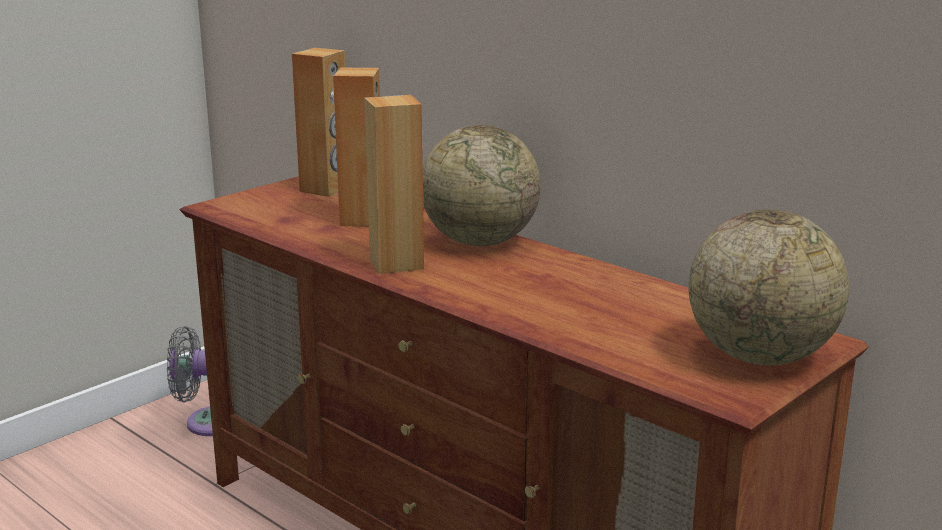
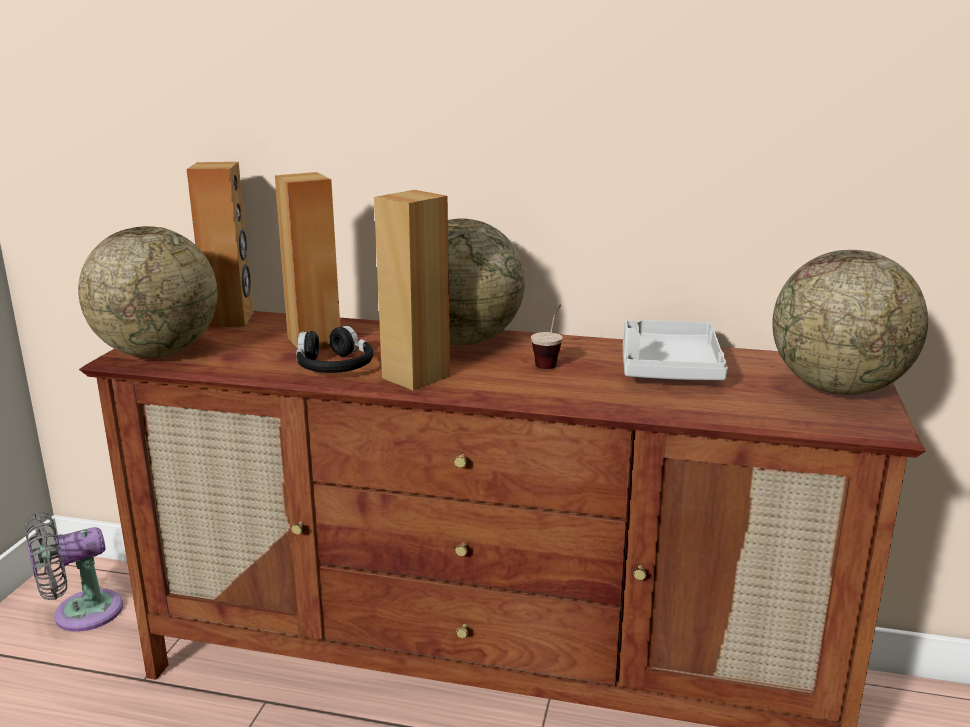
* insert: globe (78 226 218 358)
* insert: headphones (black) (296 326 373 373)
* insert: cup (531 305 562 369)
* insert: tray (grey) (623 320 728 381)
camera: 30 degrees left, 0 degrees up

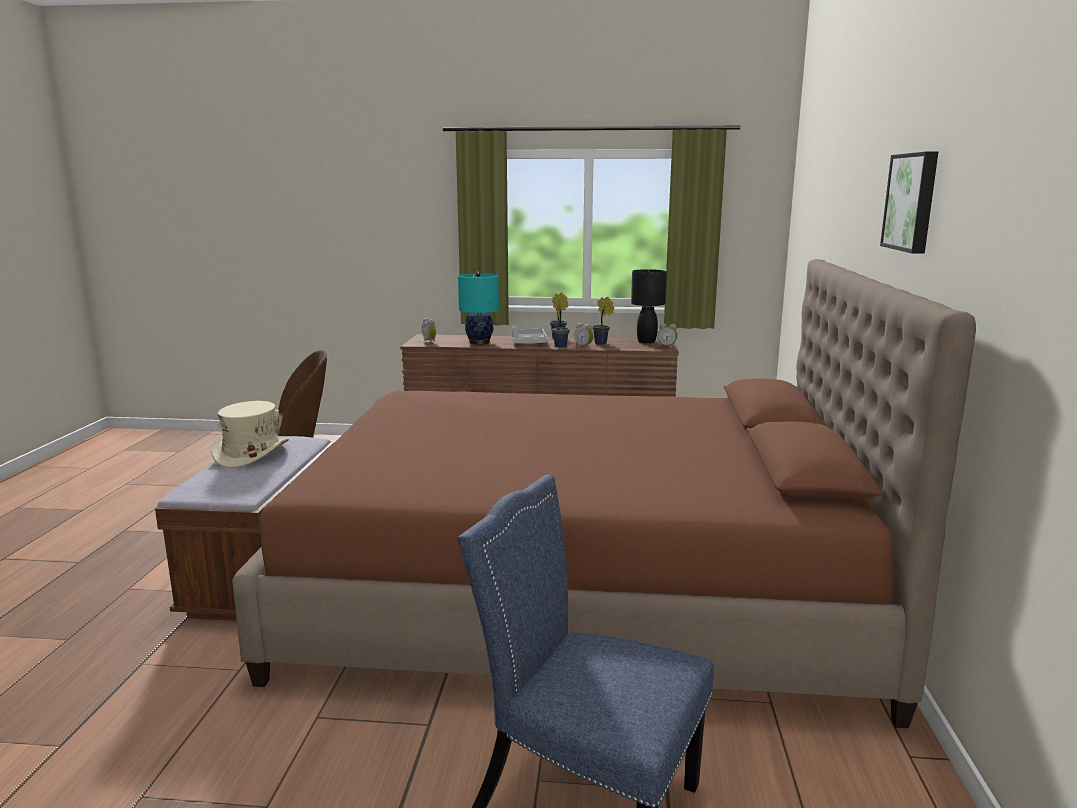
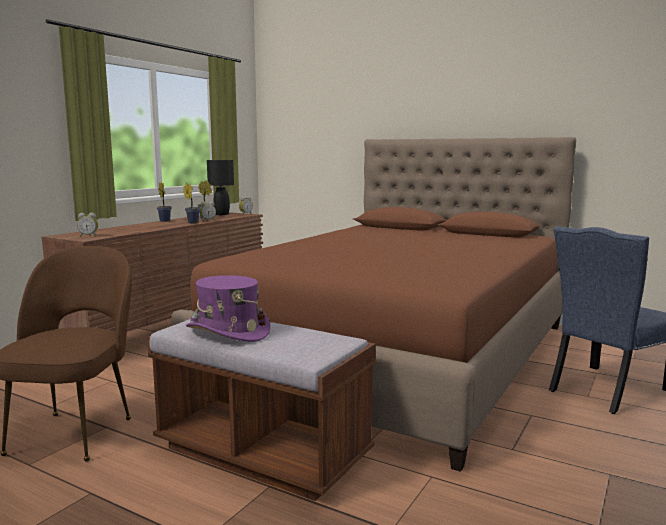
* recolor: hat (beige) (211 401 289 468) to hat (purple) (186 275 271 342)
* delete: table lamp (turquoise) (458 272 499 344)
* delete: tray (grey) (512 326 548 344)
* delete: picture (880 151 938 254)
camera: 65 degrees left, 5 degrees down

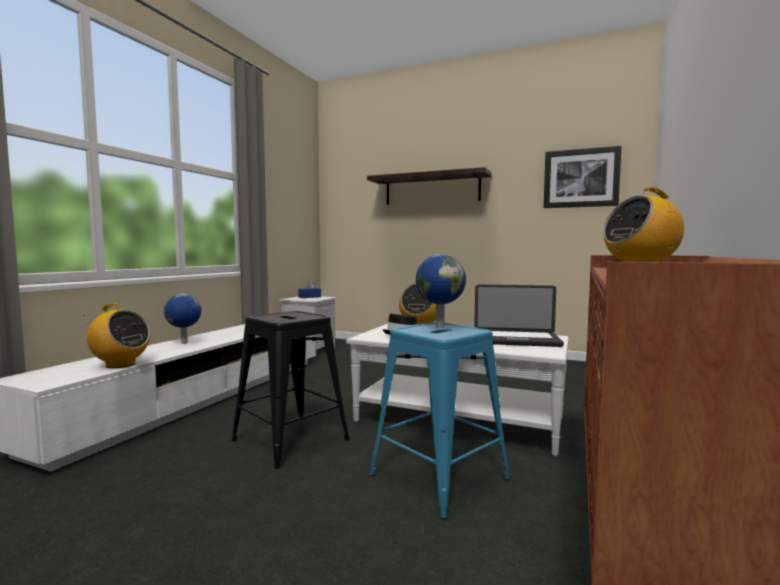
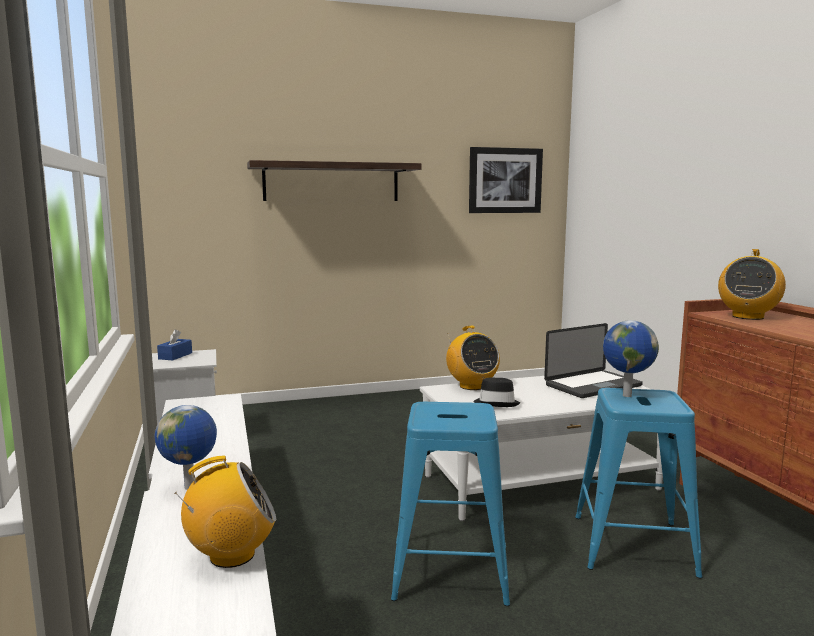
* recolor: stool (black) (232 311 349 469) to stool (blue) (391 402 510 606)
camera: 40 degrees left, 5 degrees up

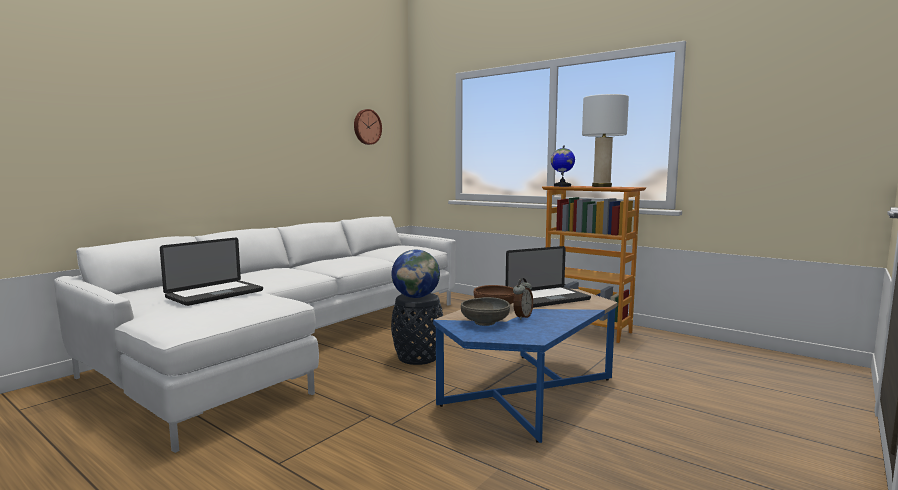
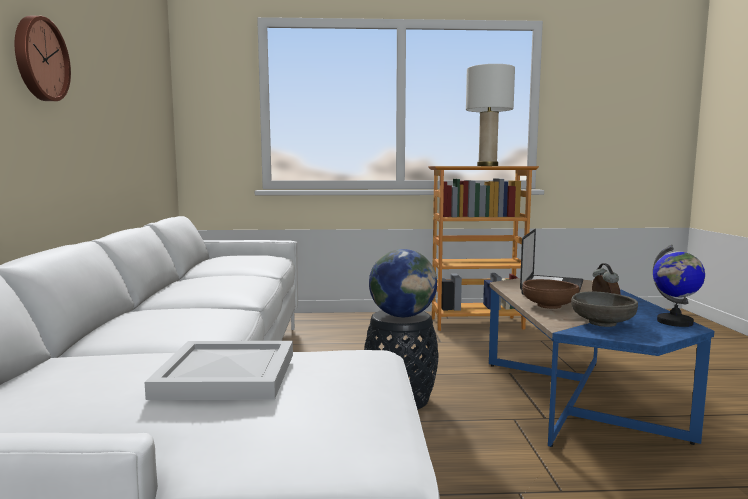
* move: wall clock (354 109 382 145) to (15 16 71 101)
* replace: laptop (160 237 263 306) to tray (white) (145 341 293 400)
* move: globe (551 145 575 187) to (653 245 705 327)
camera: 40 degrees left, 0 degrees up

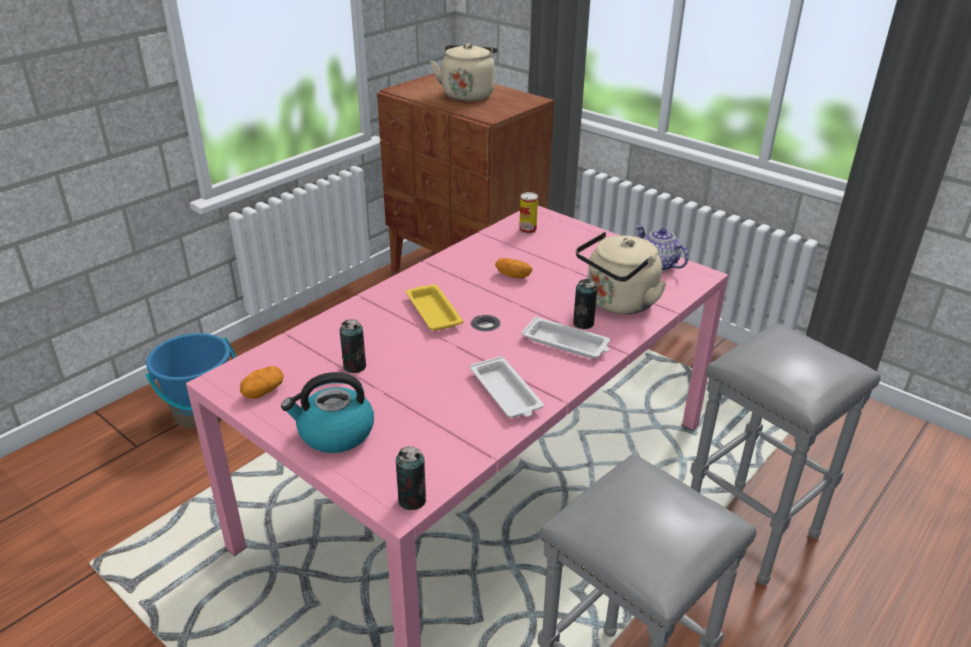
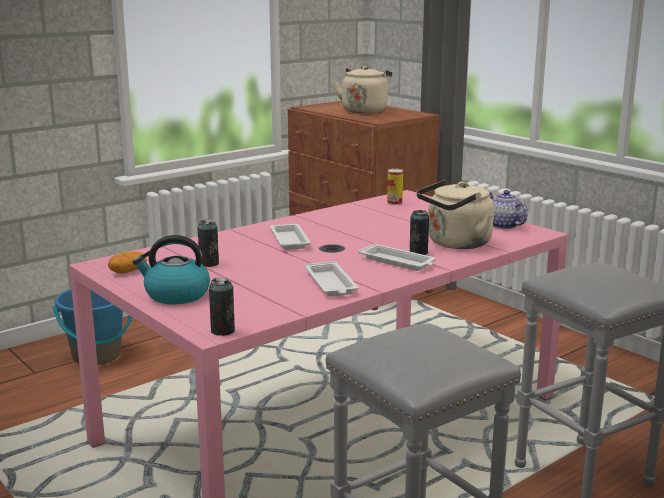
* recolor: tray (yellow) (406 284 463 331) to tray (white) (270 224 311 250)
* delete: potato (495 258 532 278)
camera: 10 degrees right, 15 degrees down

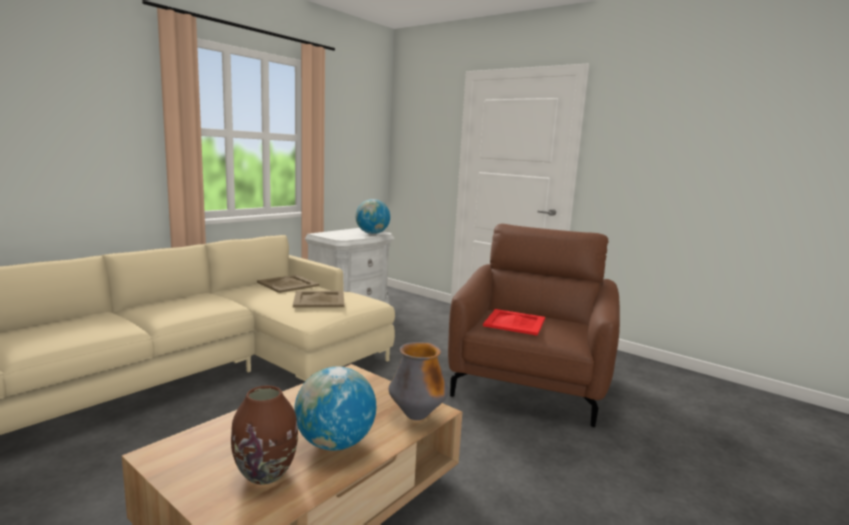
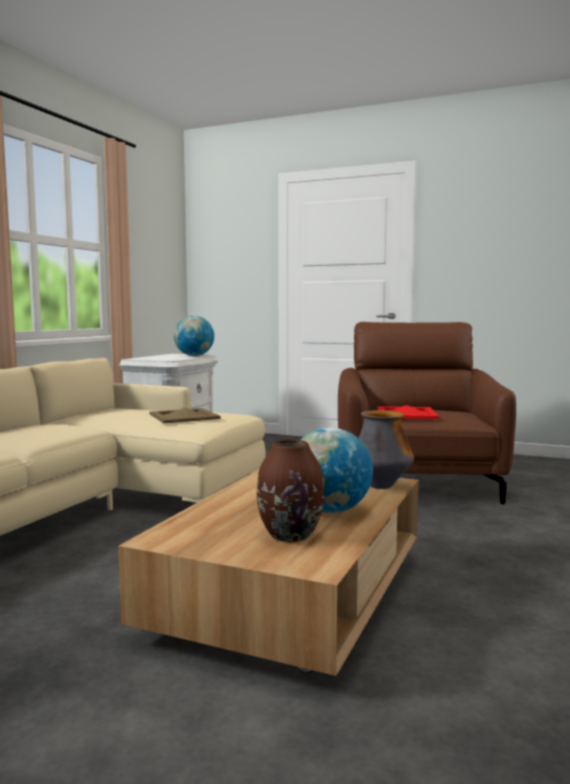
* delete: tray (beige) (257 275 319 293)
camera: 15 degrees left, 5 degrees down

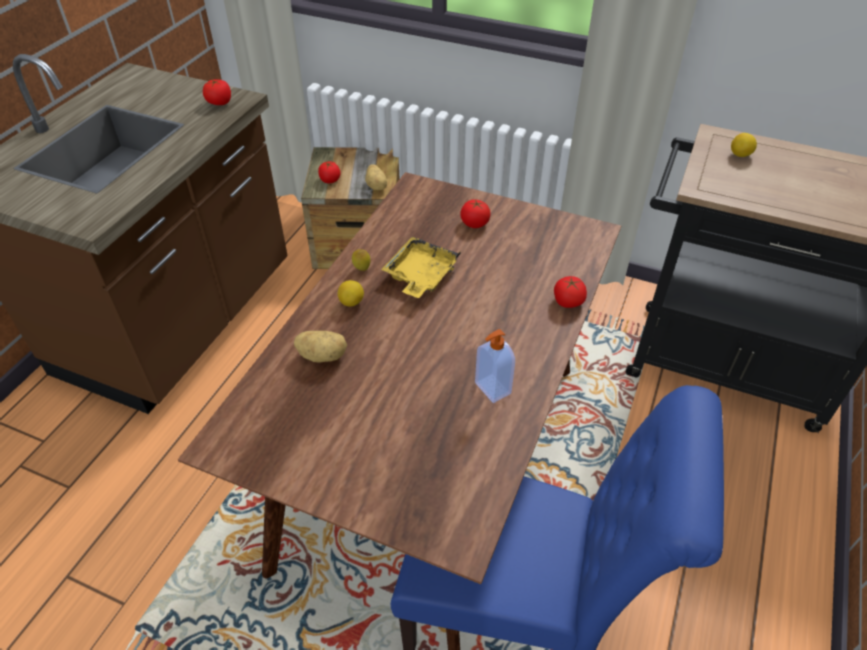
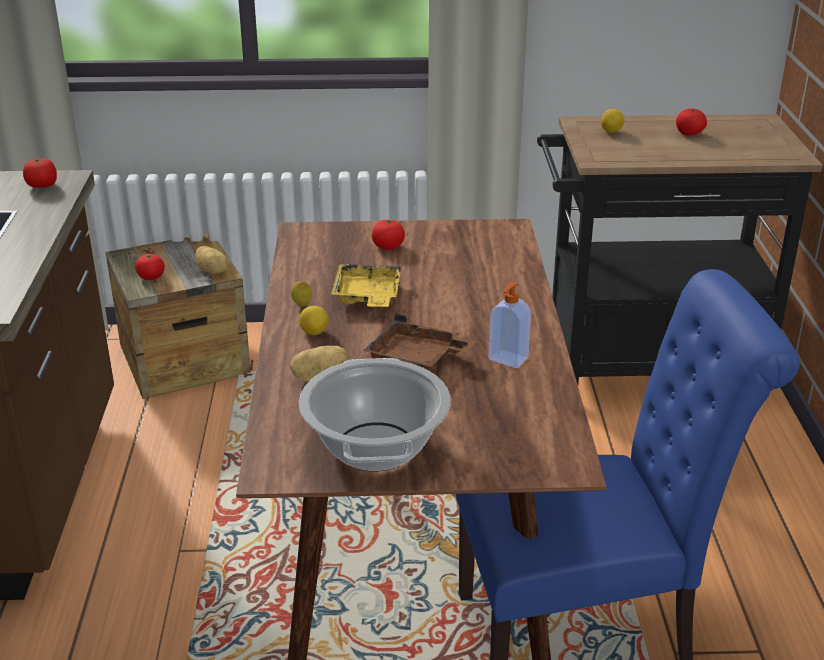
* insert: cooking pot (299 358 451 471)
* insert: tray (brown) (364 313 476 371)
* move: tomato (554 276 587 308) to (676 108 707 135)
camera: 25 degrees left, 15 degrees down

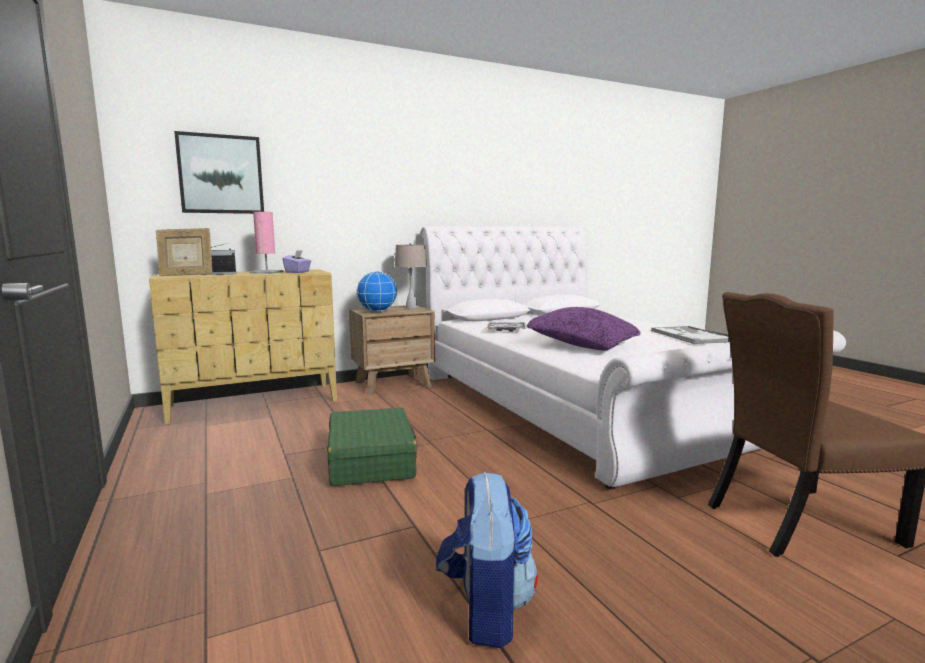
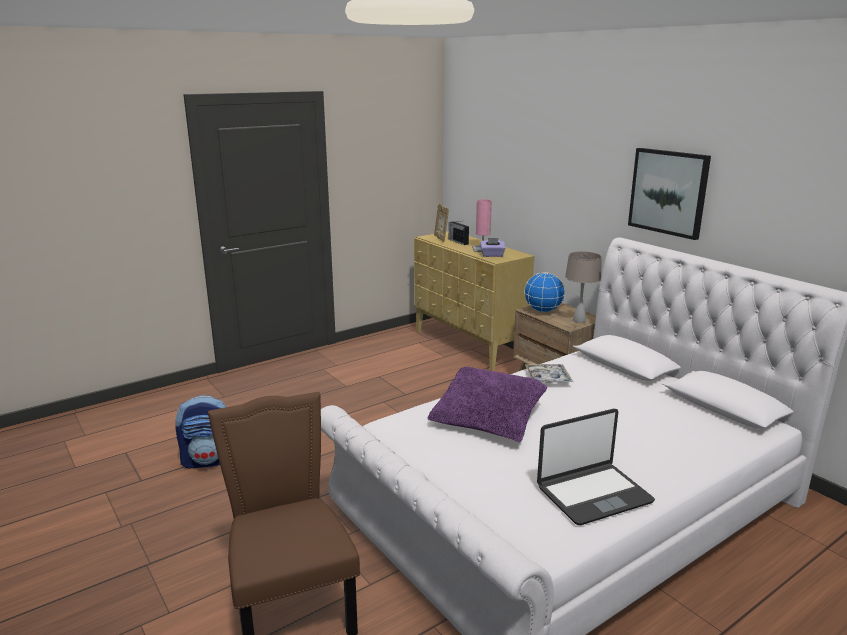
* replace: tray (651 326 729 344) to laptop (537 409 655 525)
* move: picture (174 131 264 214) to (628 148 711 240)
* delete: suitcase (green) (327 407 417 486)
camera: 80 degrees right, 10 degrees up

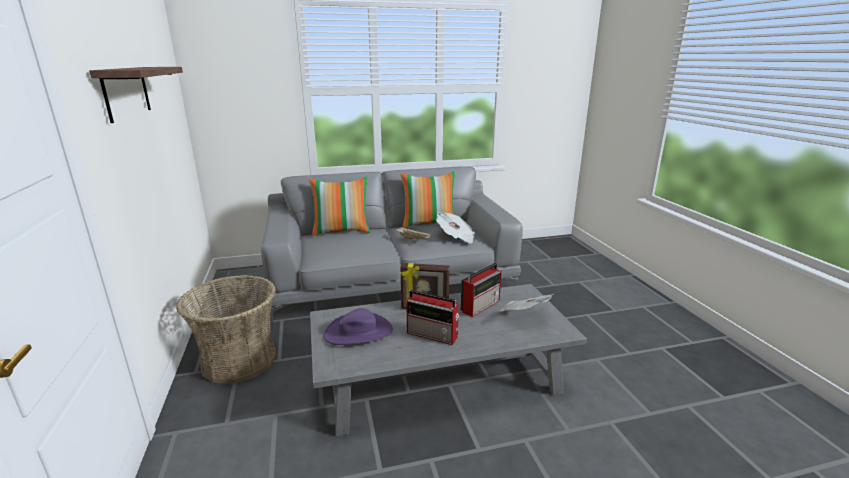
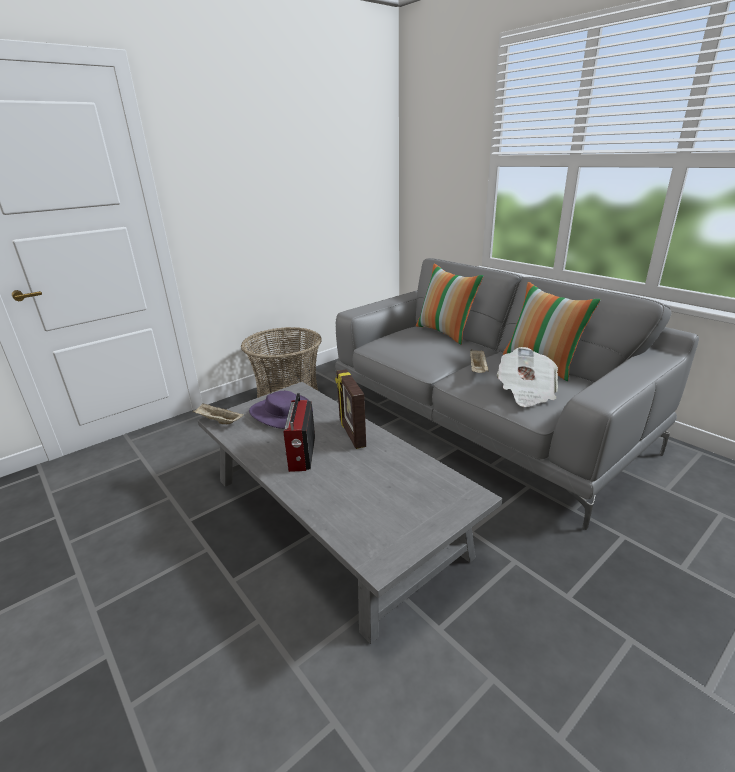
* insert: tray (beige) (193 403 244 424)
* delete: shelf (89 67 183 123)
* delete: radio (461 263 502 317)
* delete: newspaper (499 294 554 312)
camera: 65 degrees right, 5 degrees up

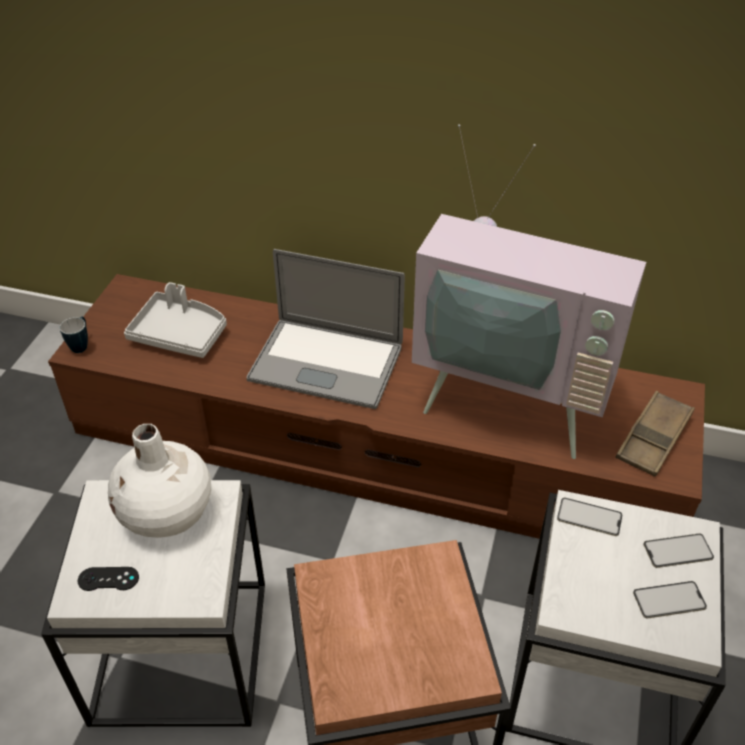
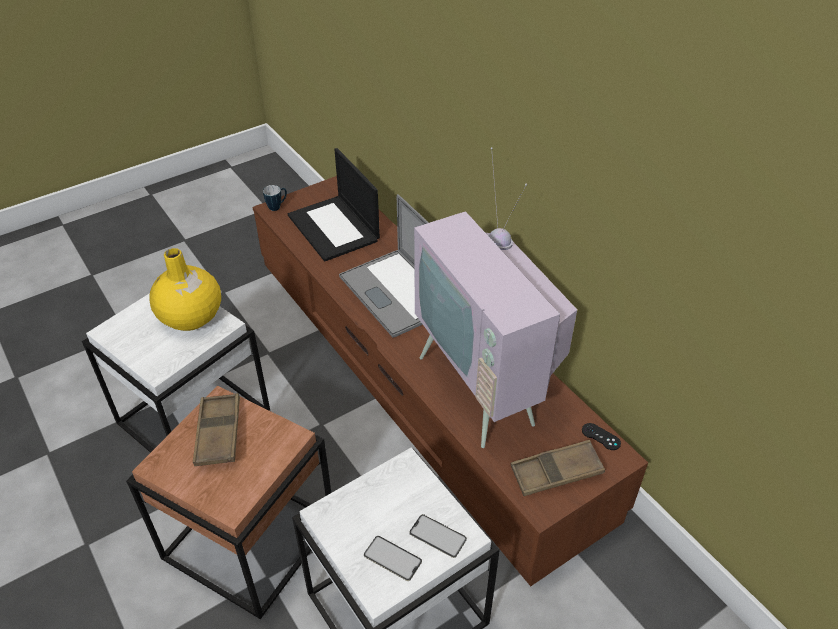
* recolor: vase (white) (108 424 211 538) to vase (yellow) (149 248 221 331)
* insert: tray (brown) (193 393 240 466)
* replace: tray (grey) (124 282 227 358) to laptop (288 148 380 262)
* move: game controller (black) (78 567 139 591) to (582 423 621 450)
* delete: phone (557 498 622 536)
camera: 40 degrees right, 0 degrees up

